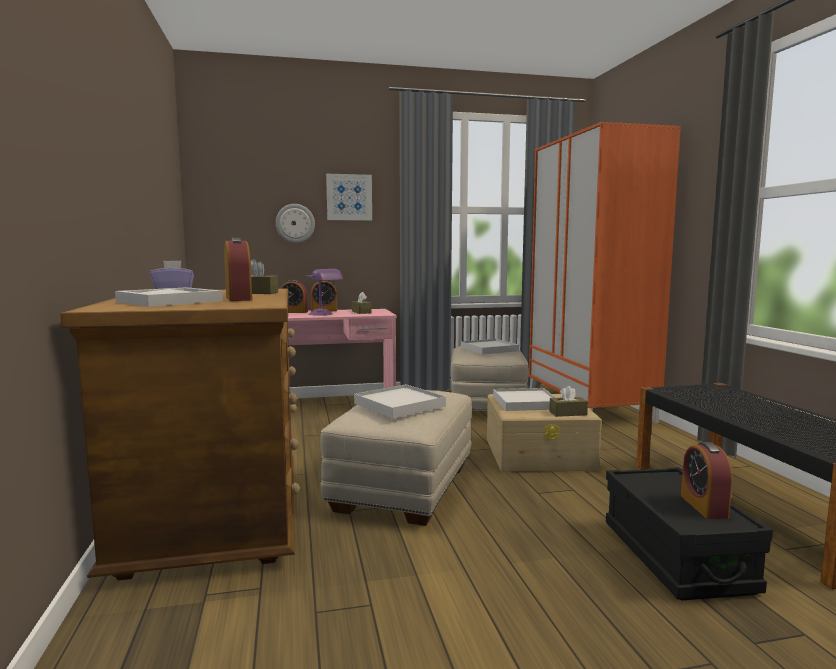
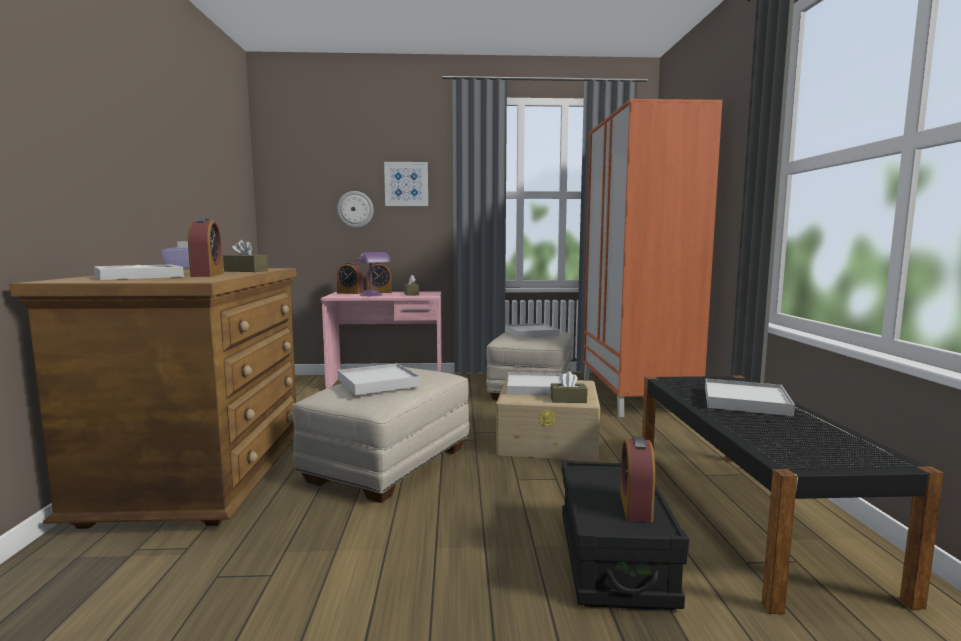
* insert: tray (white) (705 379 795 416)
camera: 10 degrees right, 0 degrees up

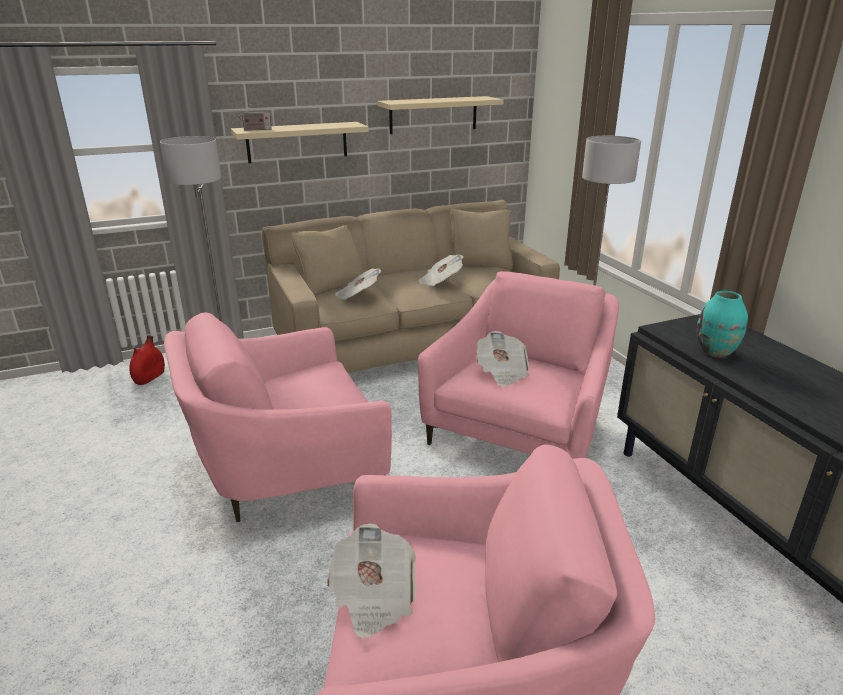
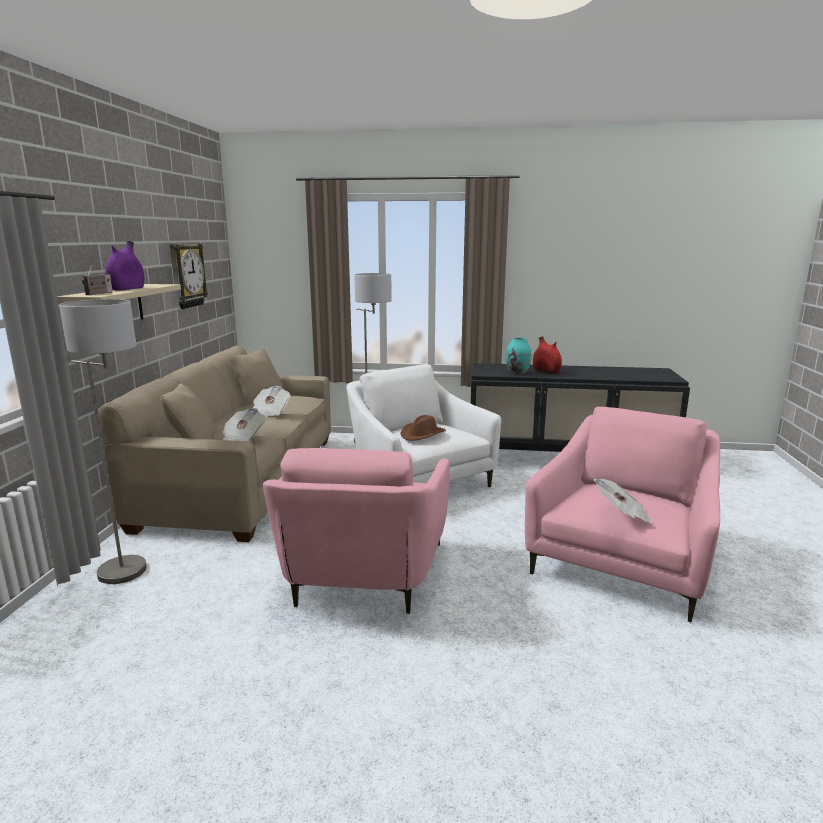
* insert: vase (purple) (105 241 144 291)
* replace: shelf (beige) (378 96 504 134) to wall clock (170 244 208 309)
* recolor: armchair (pink) (418 271 619 459) to armchair (white) (347 364 501 487)
* replace: newspaper (476 331 529 387) to hat (brown) (401 415 446 440)
* move: vase (red) (129 336 165 385) to (533 337 562 374)
camera: 60 degrees left, 10 degrees down

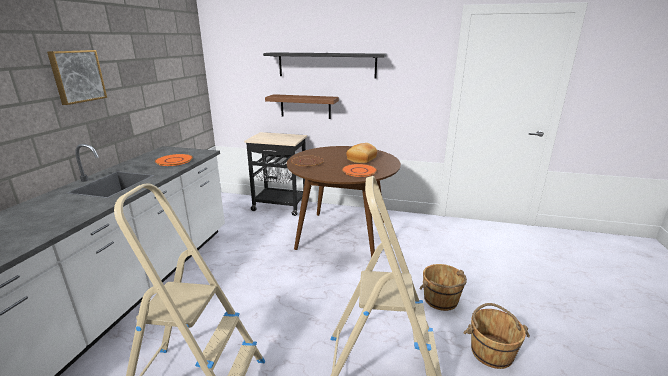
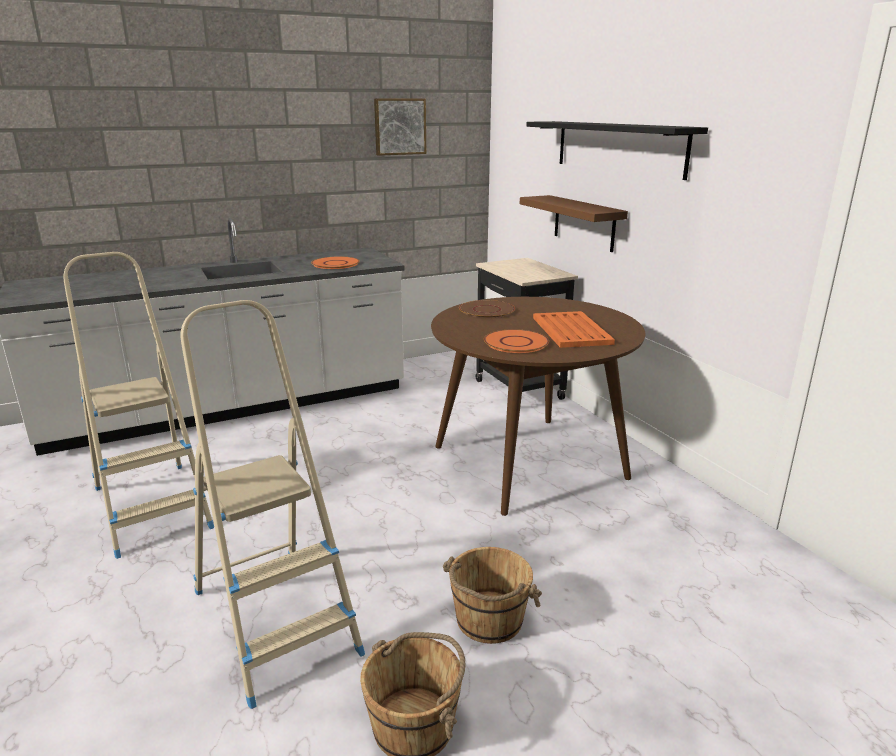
* move: picture (47 50 107 105) to (374 98 426 156)
* replace: bread (347 143 377 163) to tray (orange) (533 311 615 348)
camera: 50 degrees right, 0 degrees up

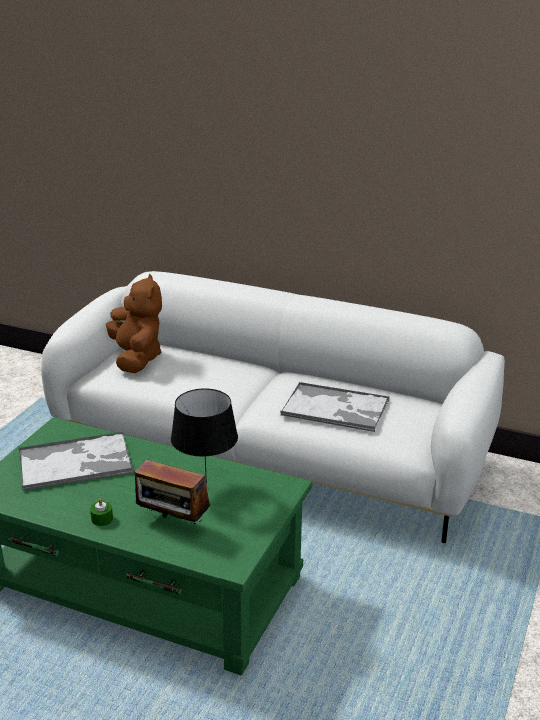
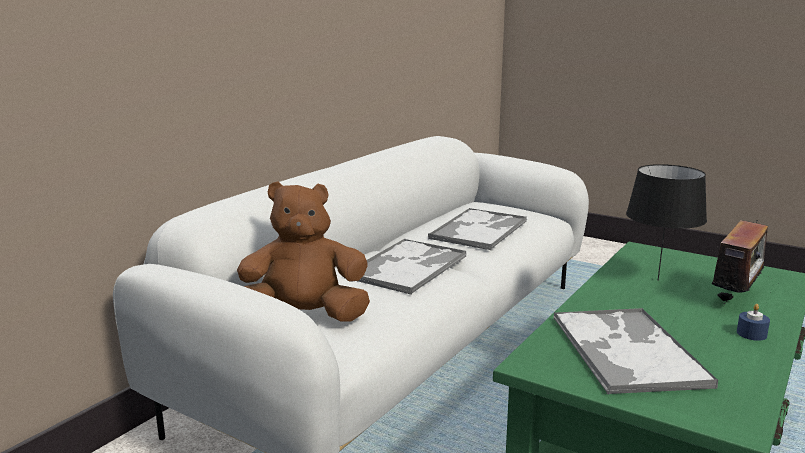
* insert: tray (358 239 467 295)
* recolor: candle (green) (90 498 113 526) to candle (blue) (737 304 770 341)
camera: 80 degrees left, 10 degrees down

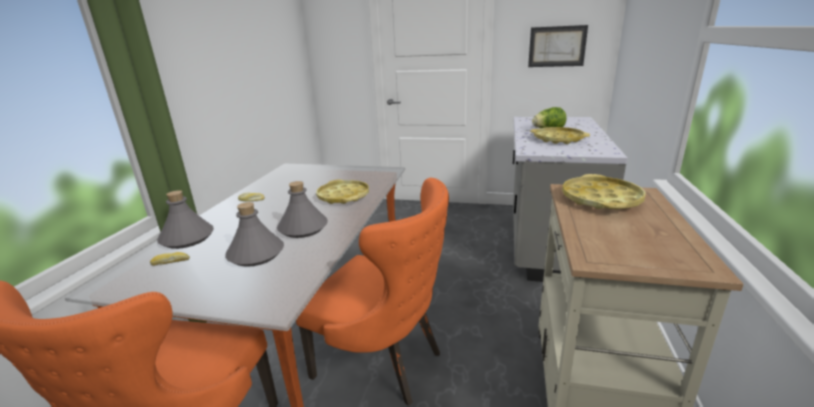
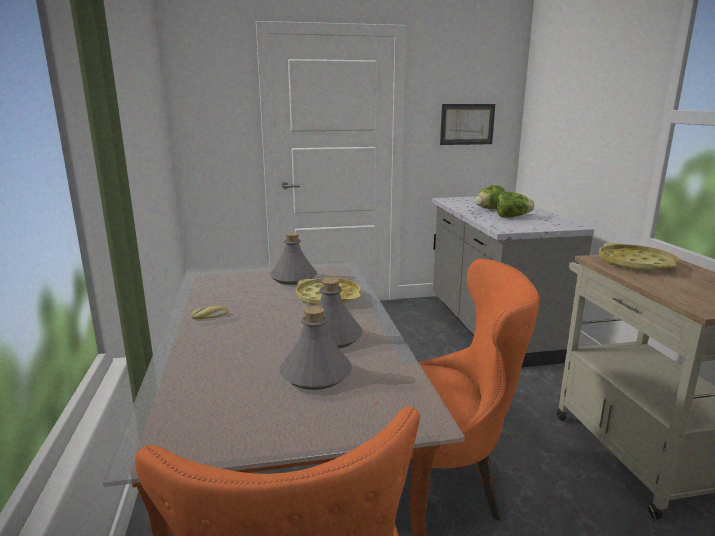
* move: bottle (grey) (157 190 214 249) to (270 233 317 285)
* replace: tray (yellow) (530 127 590 144) to lettuce (496 192 534 218)
* delete: bread (150 252 190 265)
camera: 25 degrees left, 5 degrees down

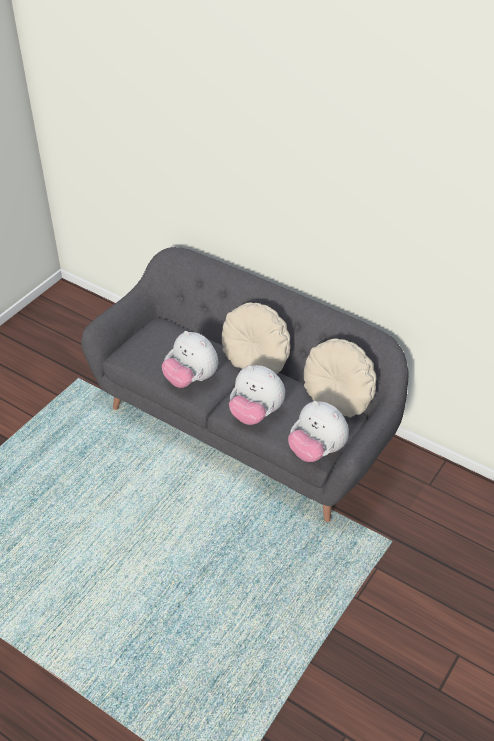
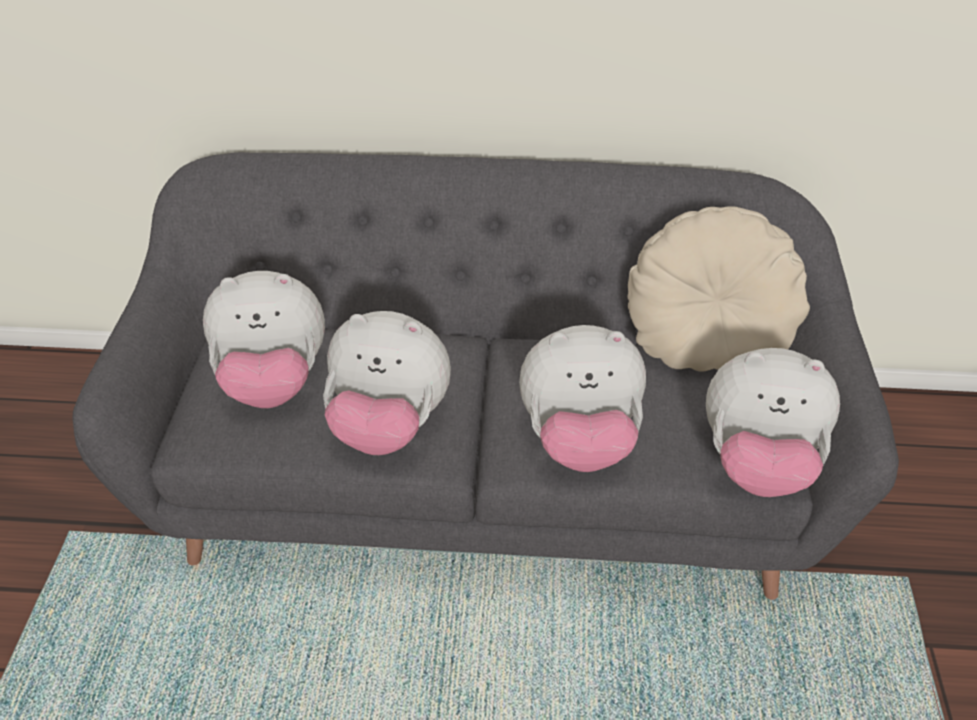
* insert: plush toy (203 271 325 408)
* delete: pillow (beige) (222 302 291 374)
camera: 30 degrees left, 0 degrees up

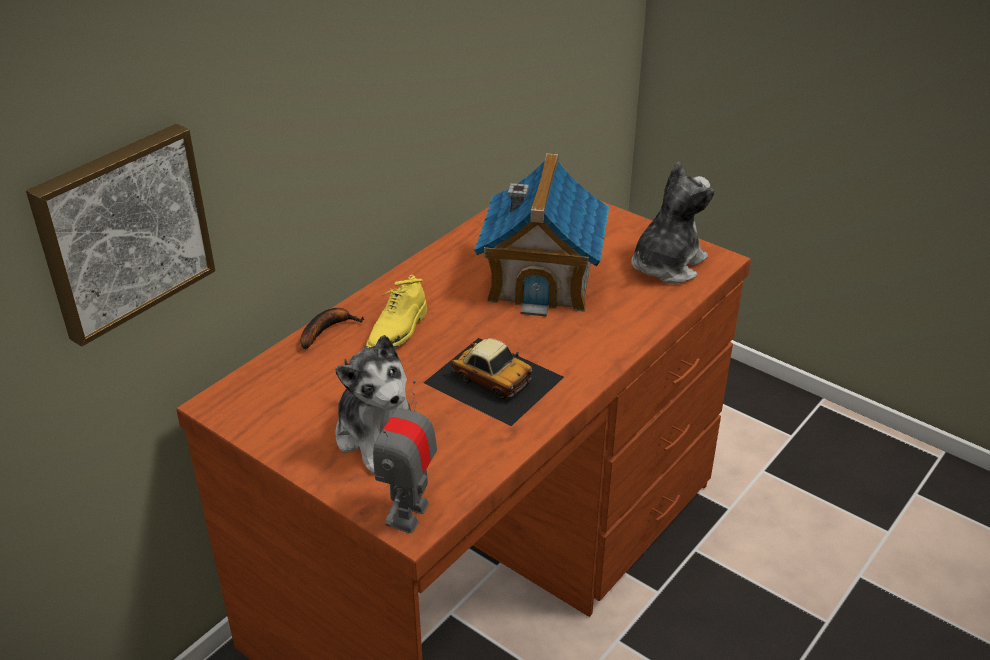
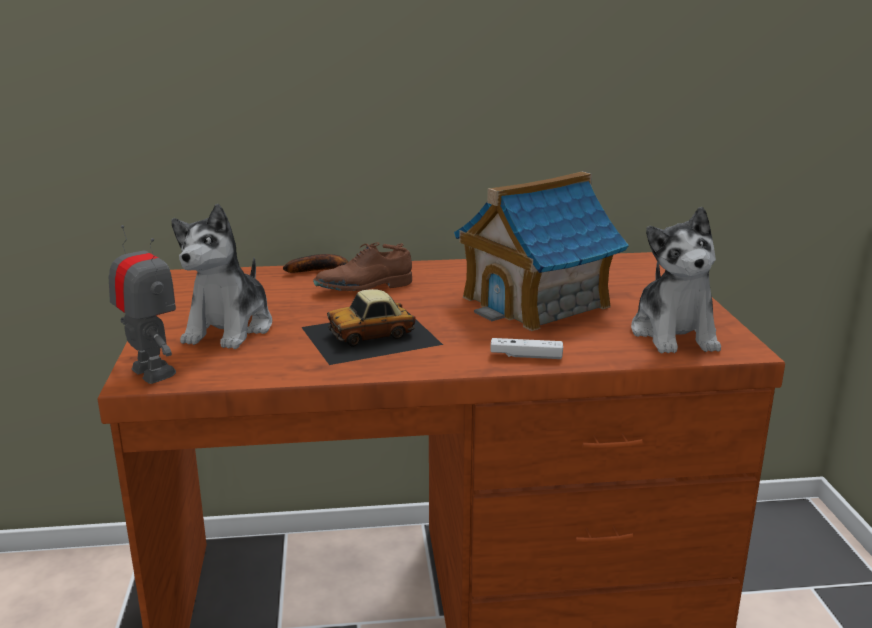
* rotate: toy robot (373 380 437 533) = (109 225 176 384) 75 degrees clockwise
* rotate: toy car (424 338 564 426) = (301 289 443 365) 75 degrees clockwise
* recolor: shoe (yellow) (366 275 427 348) to shoe (brown) (313 242 412 291)
* insert: game controller (white) (490 338 563 359)
* rotate: plush toy (631 162 714 284) = (631 207 721 353) 90 degrees clockwise
* delete: picture (26 124 215 347)
camera: 45 degrees right, 15 degrees down

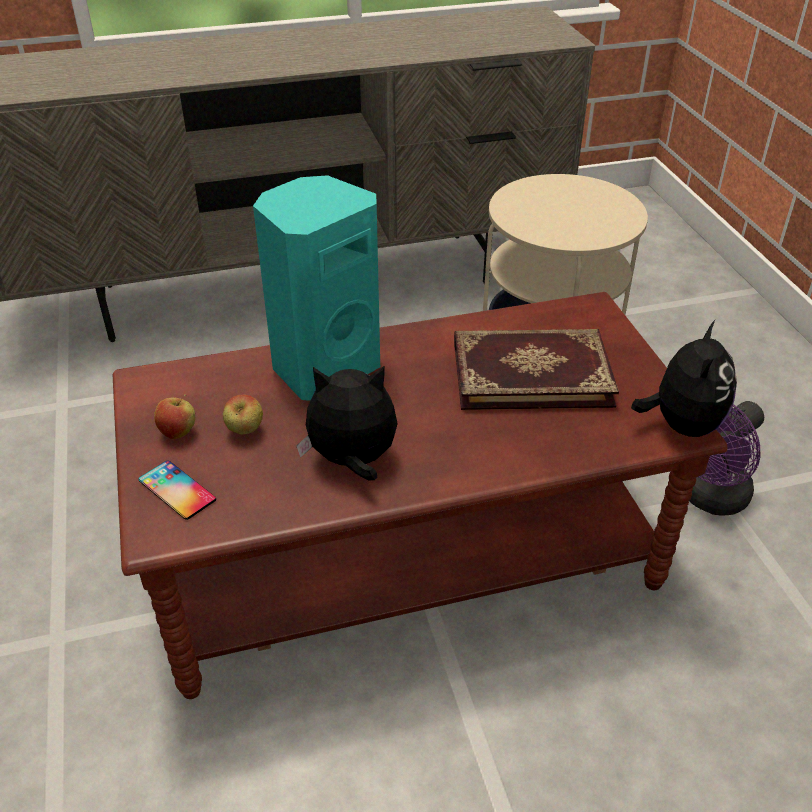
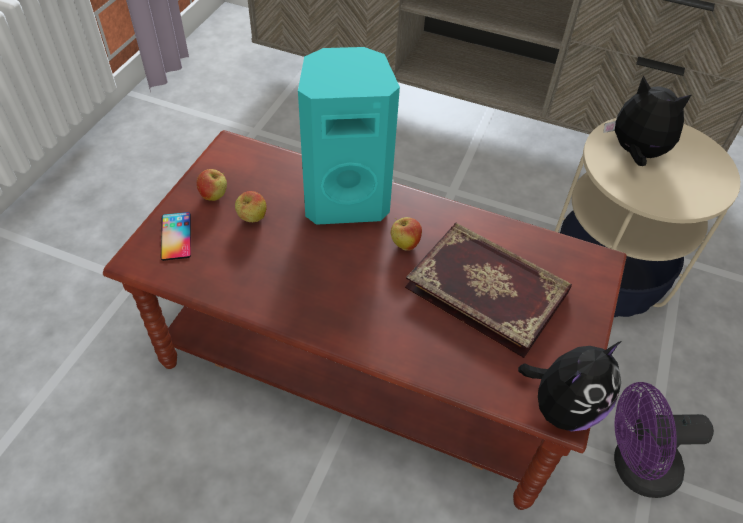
* insert: apple (391 217 422 251)
* move: plush toy (297 366 398 481) to (603 75 692 166)
camera: 35 degrees right, 10 degrees up

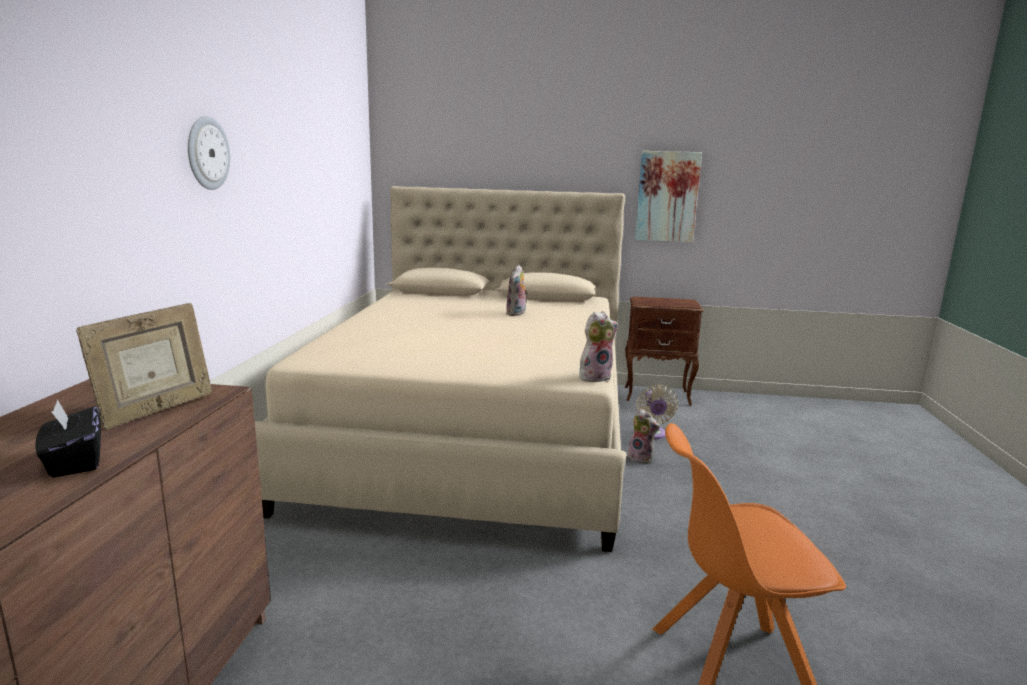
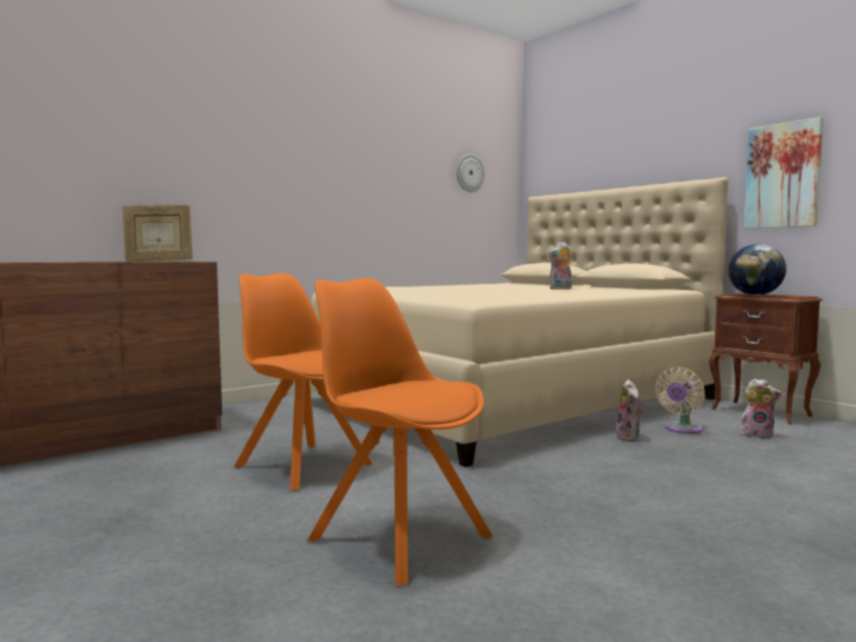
* insert: chair (orange) (234 273 373 490)
* move: wall clock (188 116 230 190) to (456 154 485 192)
* insert: globe (728 244 786 295)
* move: plush toy (579 311 618 382) to (740 378 782 439)
* delete: tissue box (black) (35 400 101 478)
camera: 45 degrees right, 10 degrees down

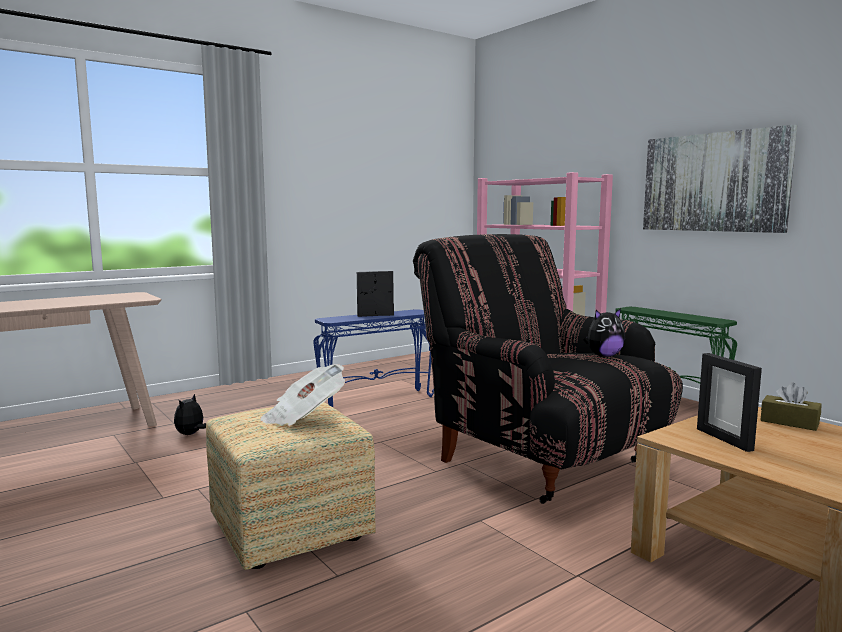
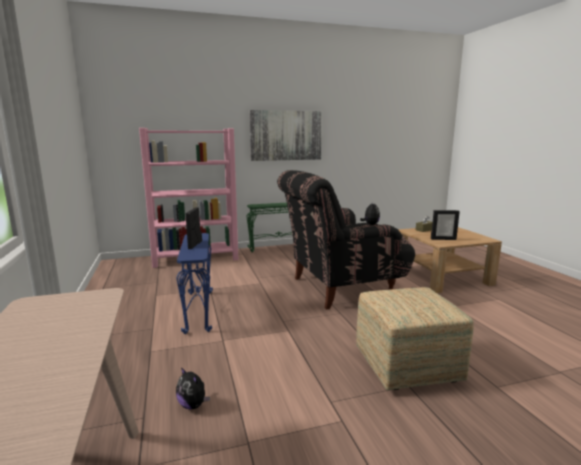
* delete: newspaper (261 364 345 426)
camera: 70 degrees left, 5 degrees up

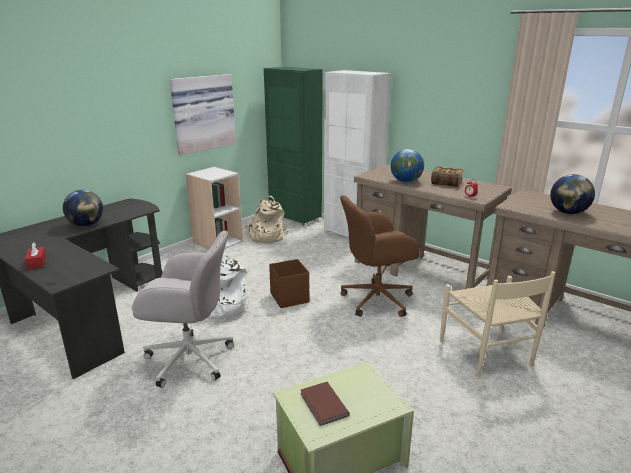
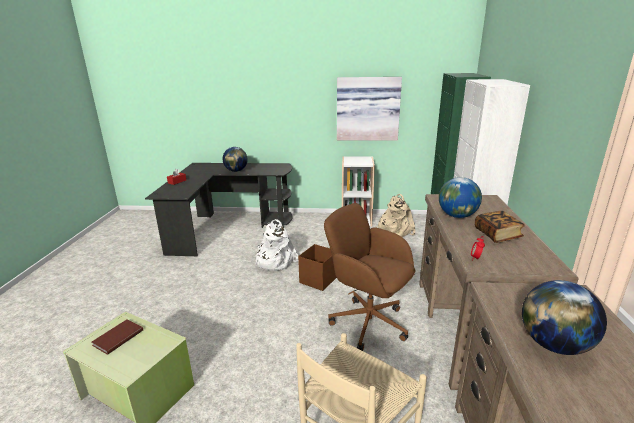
* delete: office chair (grey) (131 231 234 388)
camera: 55 degrees right, 0 degrees up

